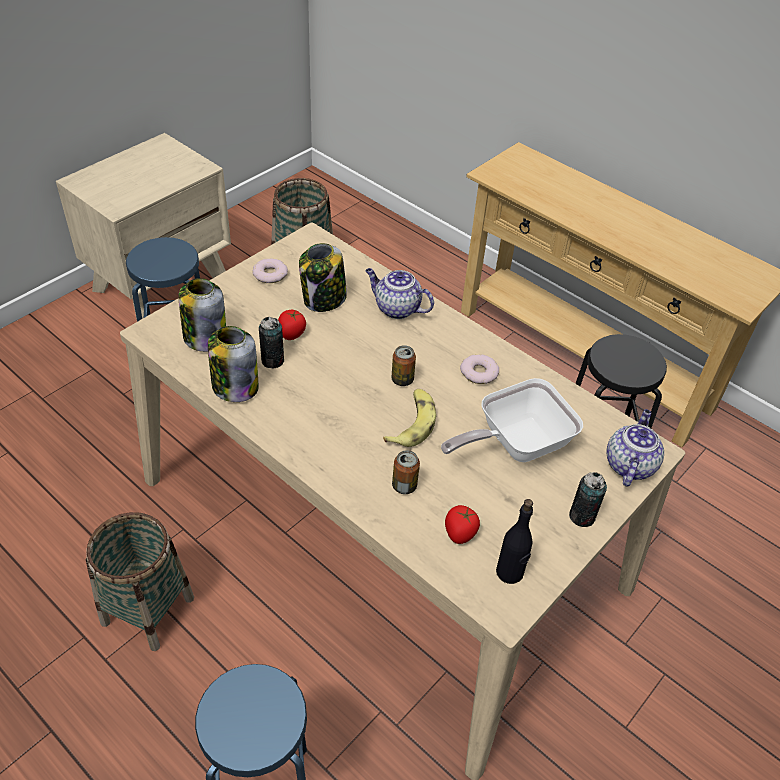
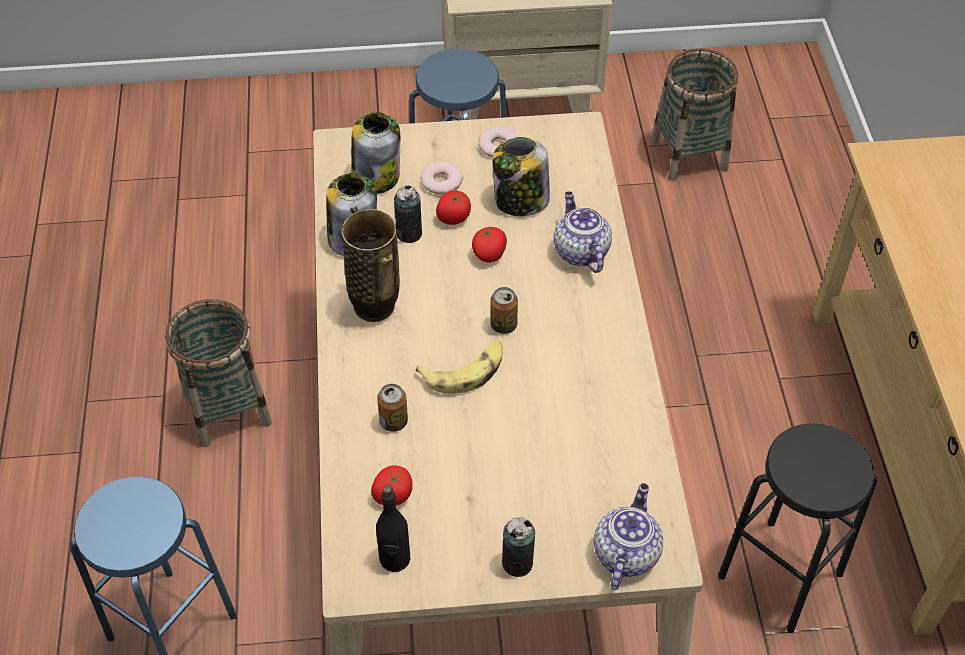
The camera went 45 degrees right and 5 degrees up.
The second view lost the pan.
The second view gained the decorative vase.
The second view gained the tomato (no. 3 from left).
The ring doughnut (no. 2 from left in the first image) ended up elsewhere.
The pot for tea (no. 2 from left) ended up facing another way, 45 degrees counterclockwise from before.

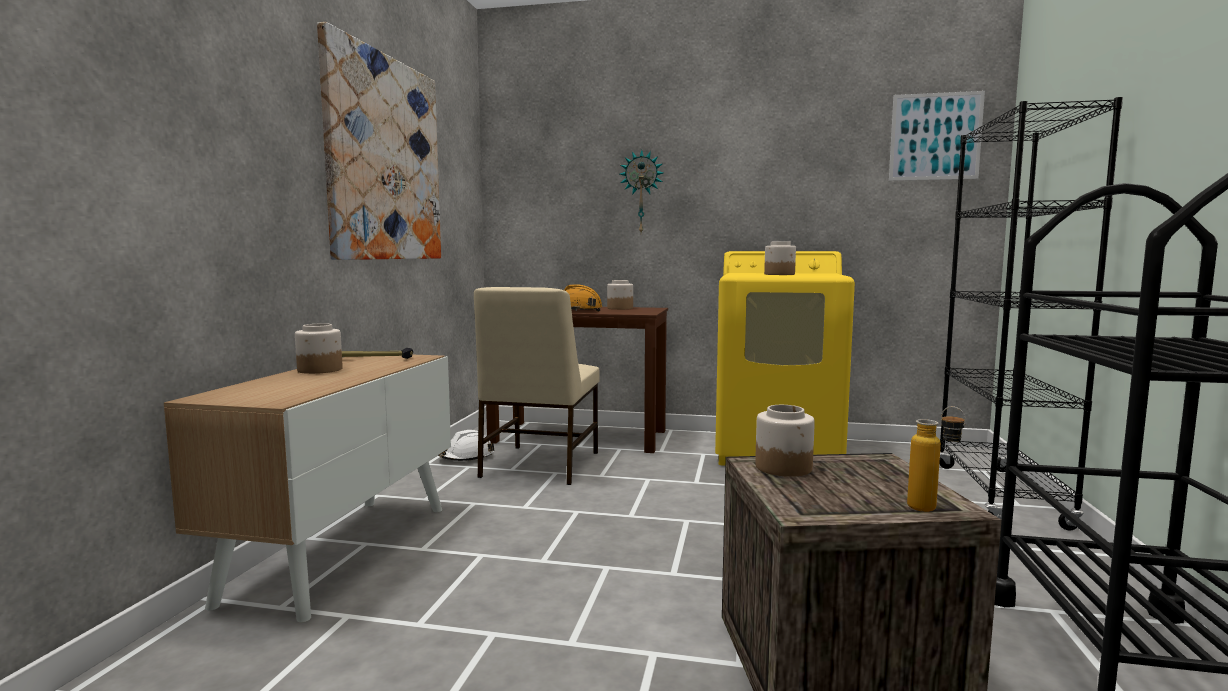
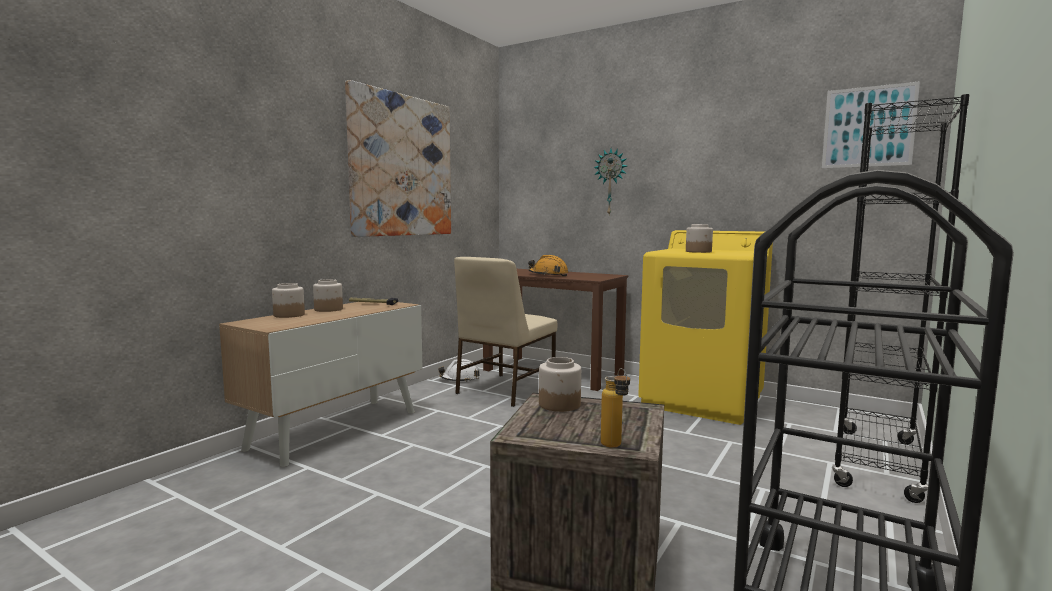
The camera went 20 degrees right and 0 degrees up.
The storage jar (no. 2 from left in the first image) ended up elsewhere.

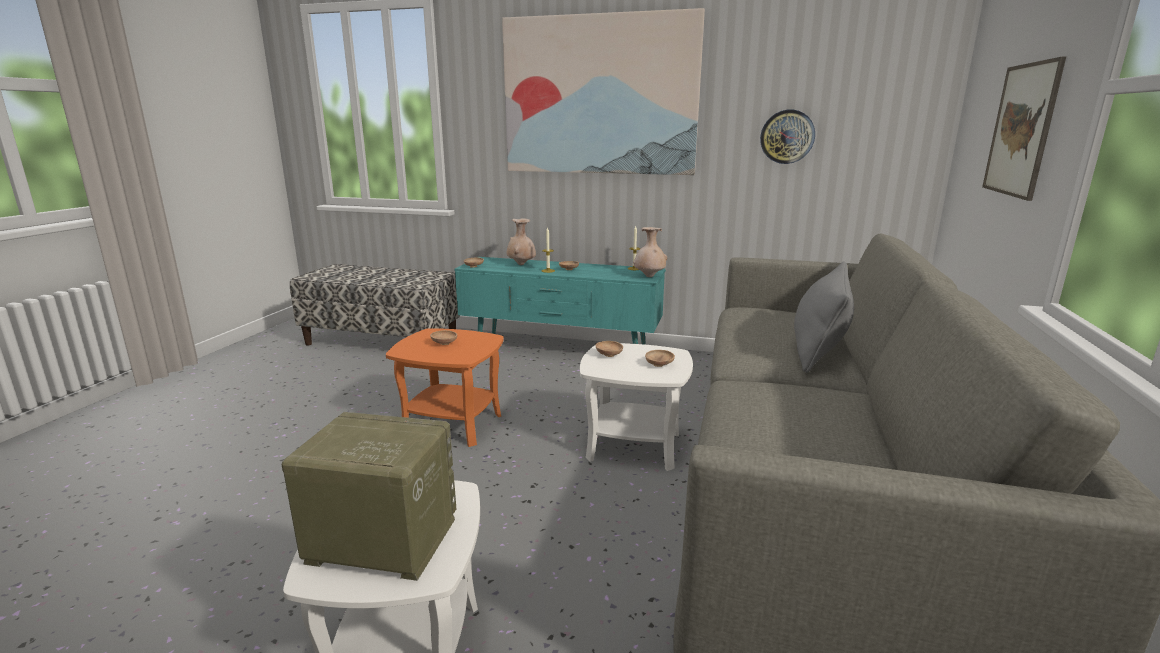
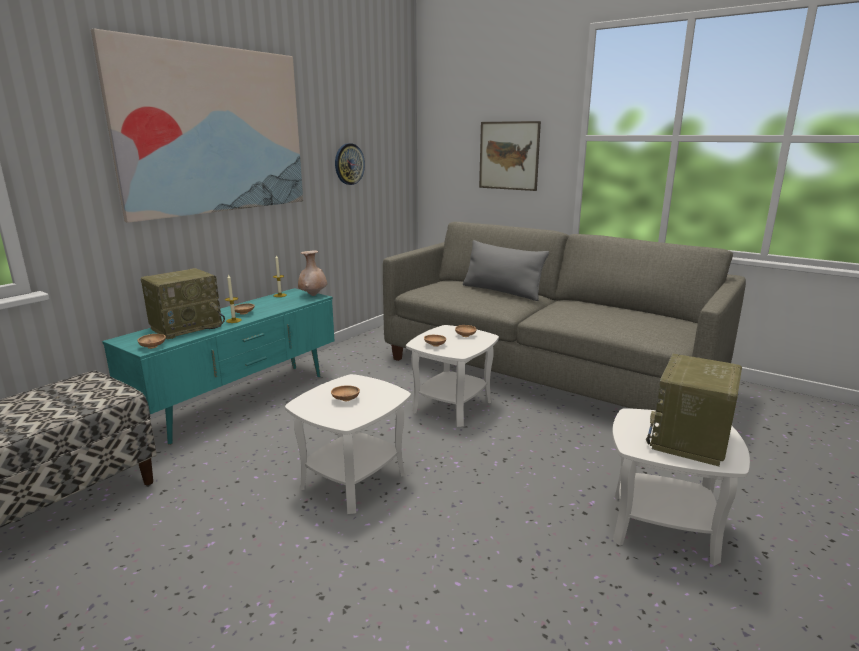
The camera went 70 degrees left and 0 degrees up.
Where the sand-coloured decorative vase (no. 1 from left) stood, the radio receiver (no. 1 from left) came to stand.
What was the orange-coloured end table turned into the whitish end table (no. 1 from left).

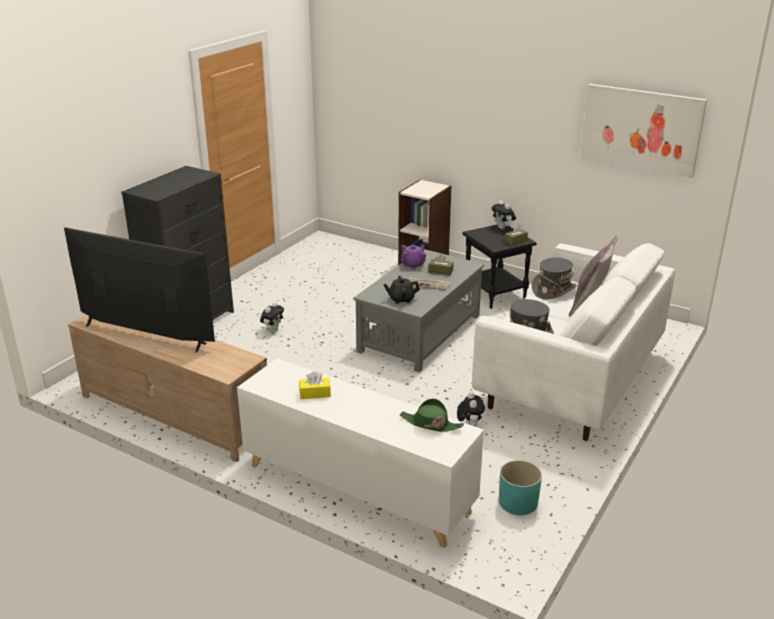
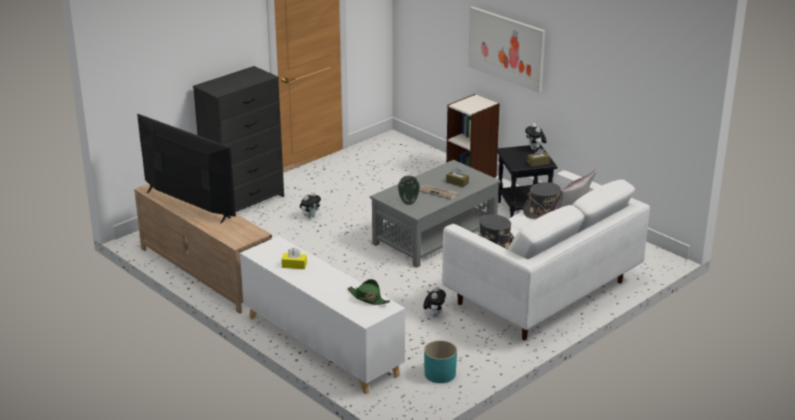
The camera went 15 degrees right and 0 degrees up.
The second view lost the purple-coloured pot for tea.
The wall picture ended up elsewhere.
Where the blackish pot for tea stood, the decorative vase came to stand.

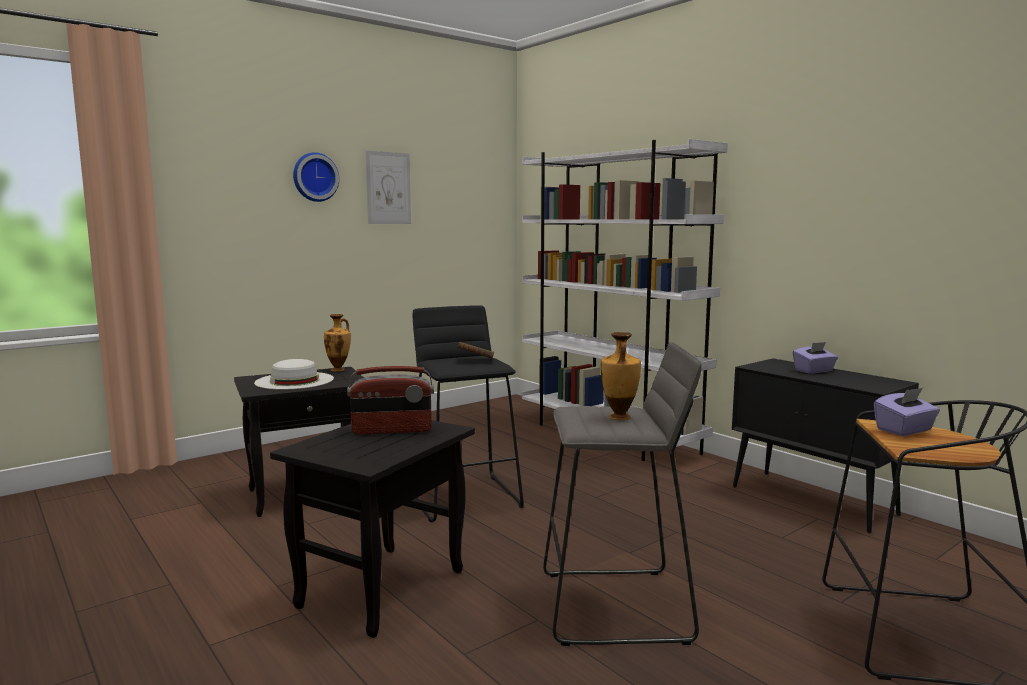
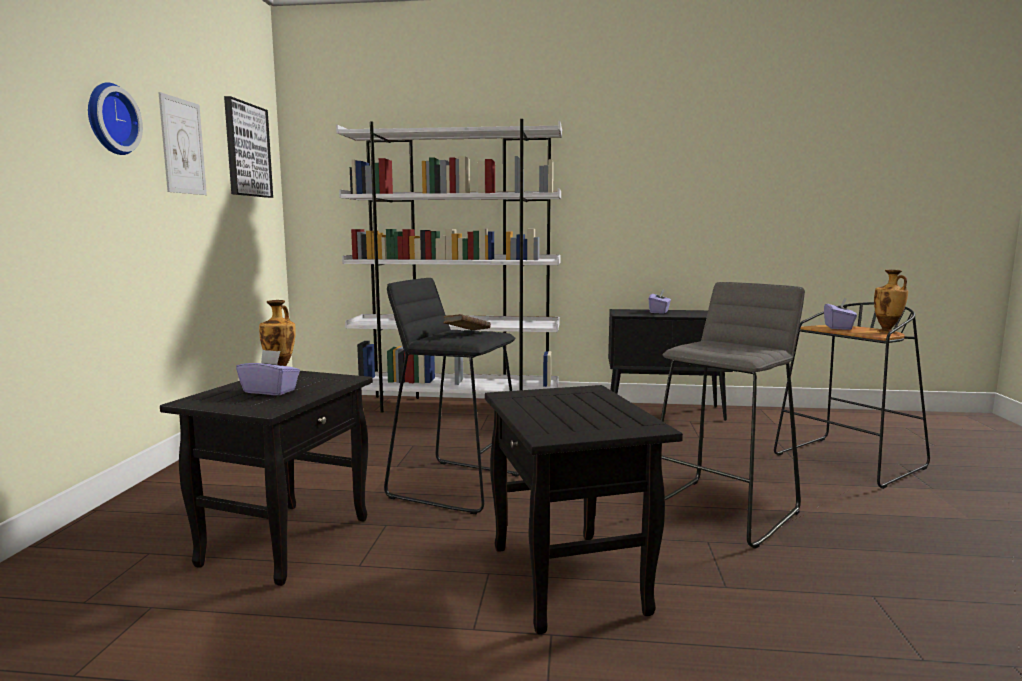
The camera went 45 degrees left and 0 degrees up.
The second view lost the radio receiver.
The second view gained the wall picture (no. 2 from left).
The decorative vase (no. 2 from left) ended up elsewhere.
Where the whitish hat stood, the purple-coloured tissue holder (no. 1 from left) came to stand.

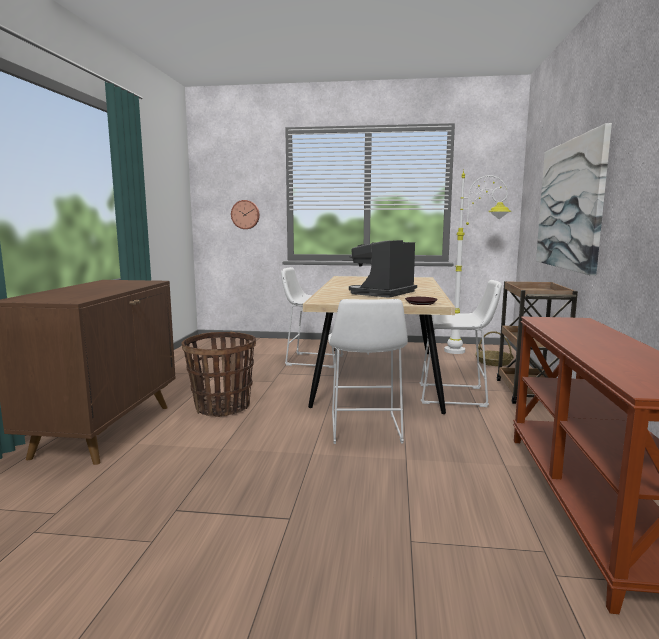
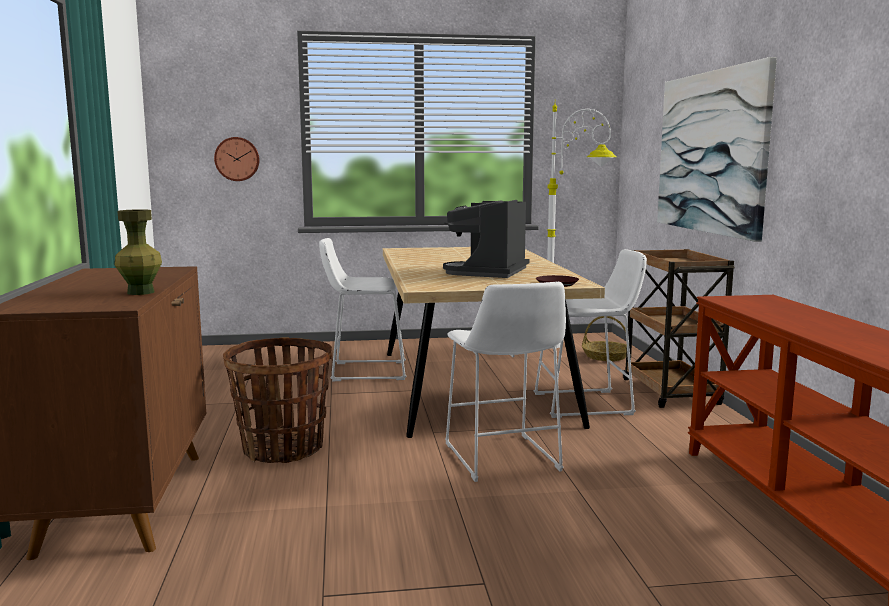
The camera went 15 degrees left and 0 degrees up.
The second view gained the greenish decorative vase.

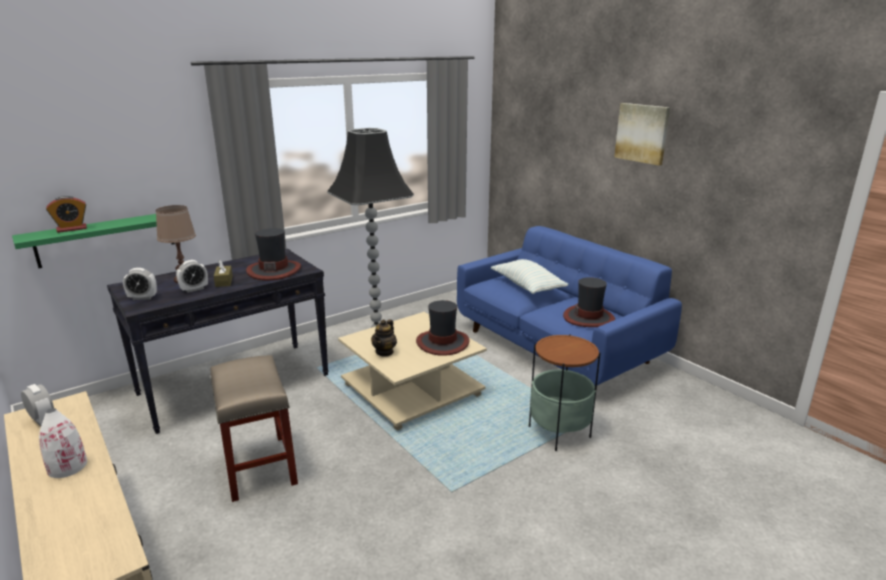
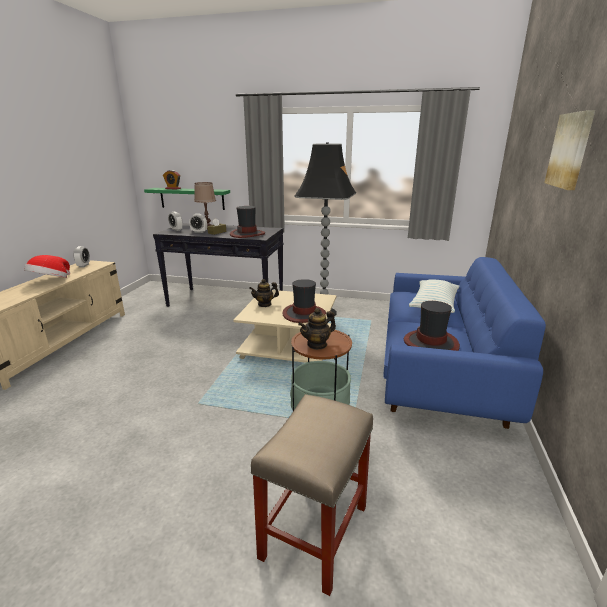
The camera went 50 degrees right and 0 degrees up.
The second view gained the pot for tea (no. 2 from left).
The sand-coloured stool ended up elsewhere.
Where the whitish decorative vase stood, the hat (no. 1 from left) came to stand.

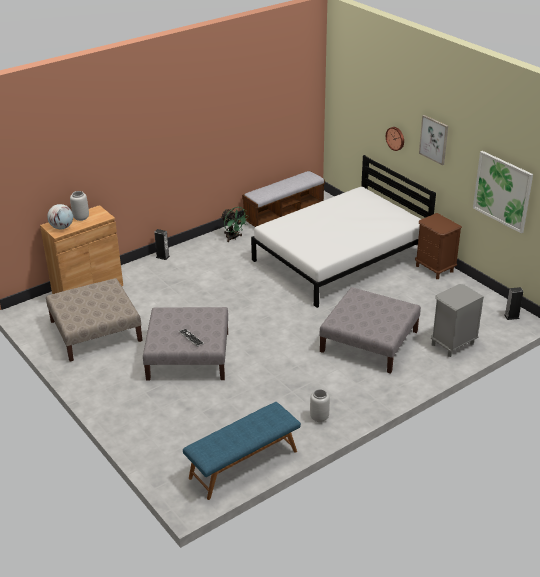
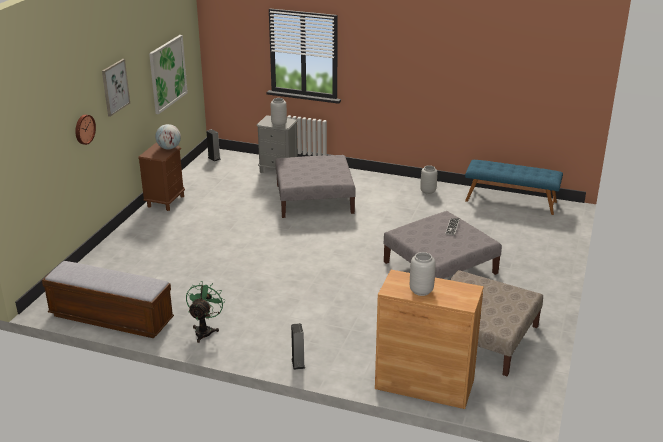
The camera went 125 degrees left and 5 degrees down.
The second view lost the whitish bed.
The second view gained the gray decorative vase (no. 1 from left).
The world globe ended up elsewhere.

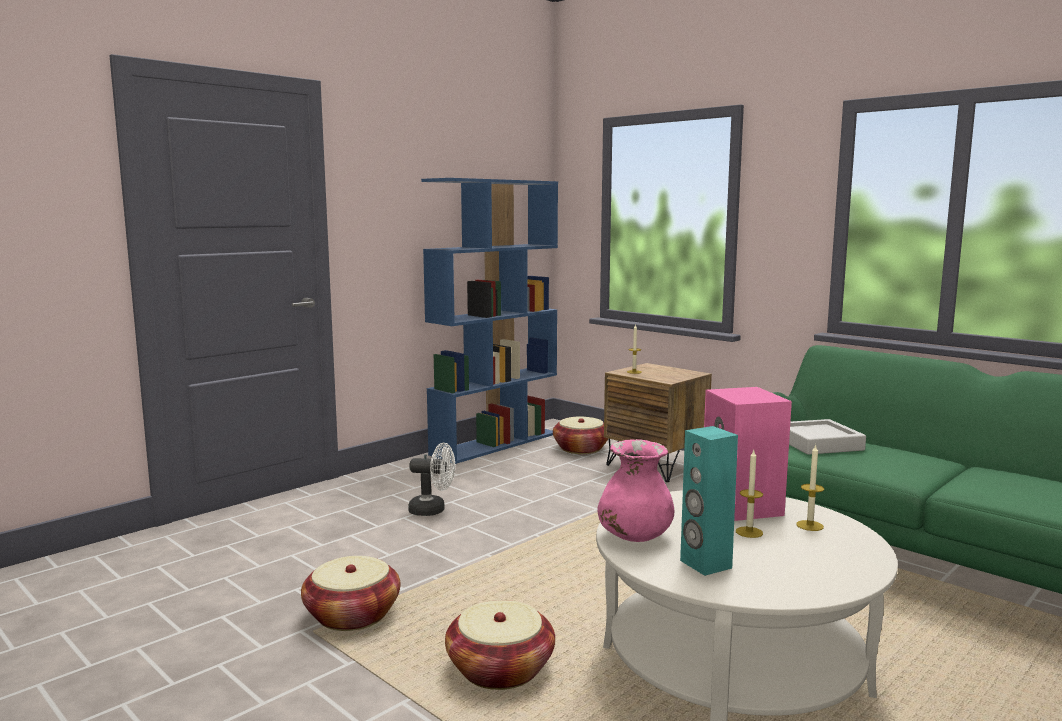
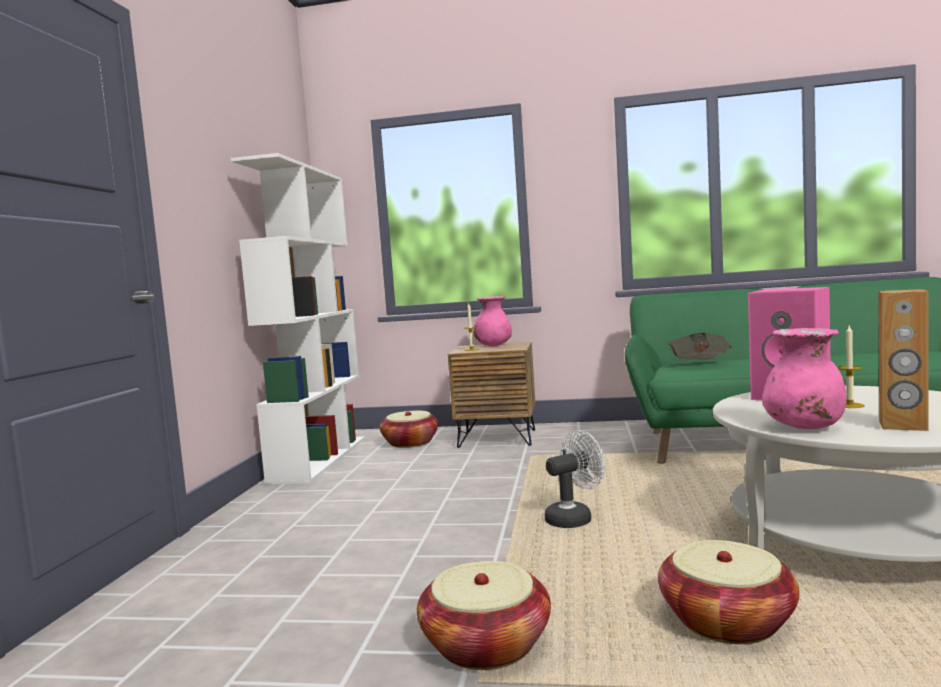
The camera went 35 degrees left and 5 degrees down.
The second view lost the wax light (no. 3 from left).
The second view gained the pink-coloured decorative vase (no. 1 from left).
The whitish cooling fan ended up elsewhere.
Where the gray carrying tray stood, the newspaper came to stand.
What was the bluish bookcase turned into the whitish bookcase.
What was the turquoise audio speaker turned into the brownish audio speaker.

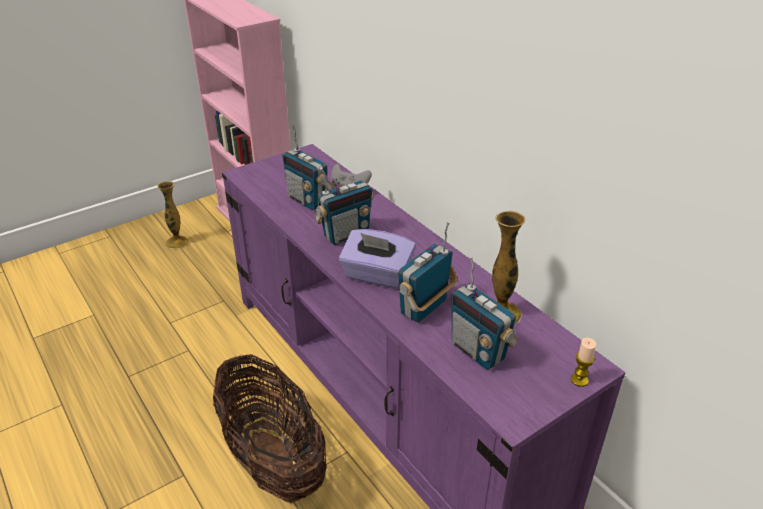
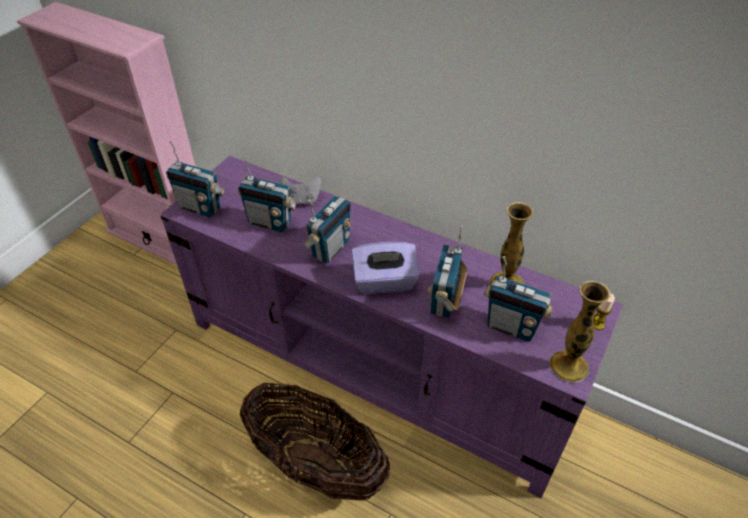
The camera went 25 degrees left and 10 degrees up.
The second view gained the radio receiver (no. 1 from left).
The decorative vase (no. 1 from left in the first image) ended up elsewhere.

